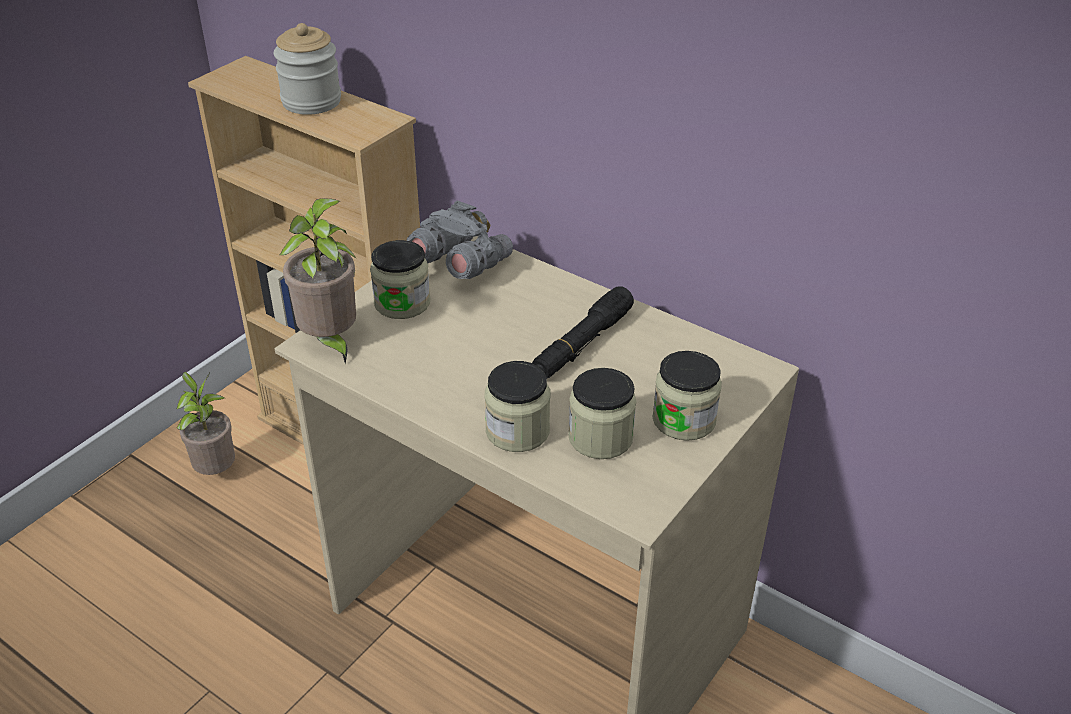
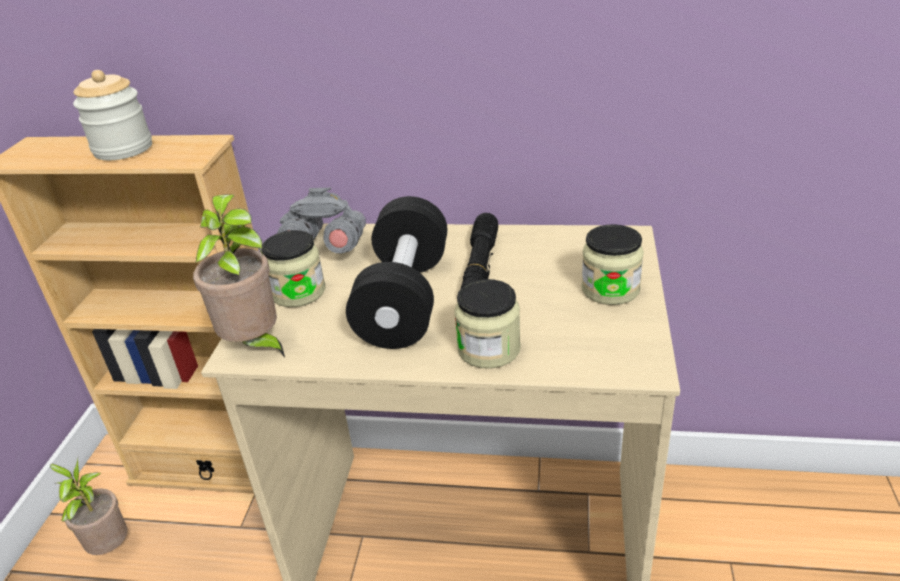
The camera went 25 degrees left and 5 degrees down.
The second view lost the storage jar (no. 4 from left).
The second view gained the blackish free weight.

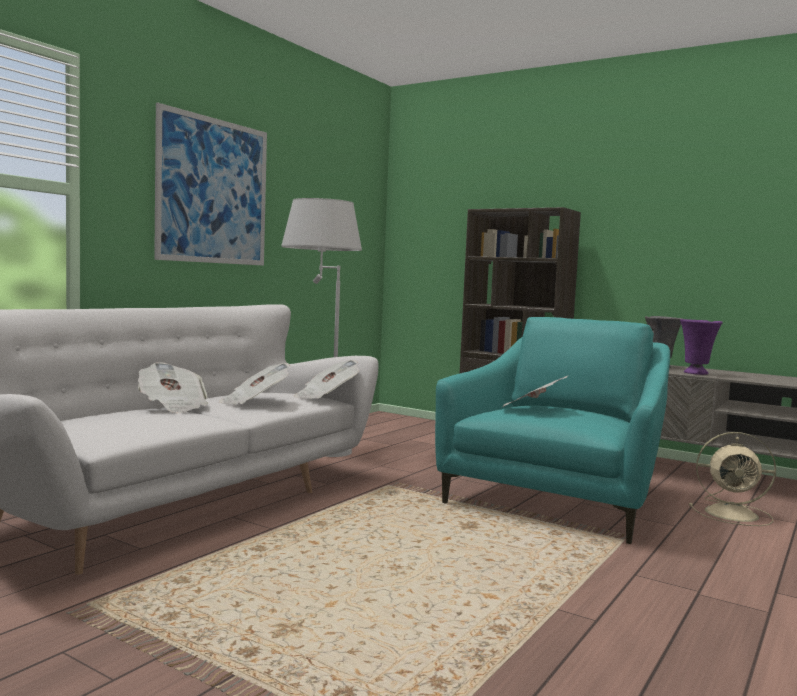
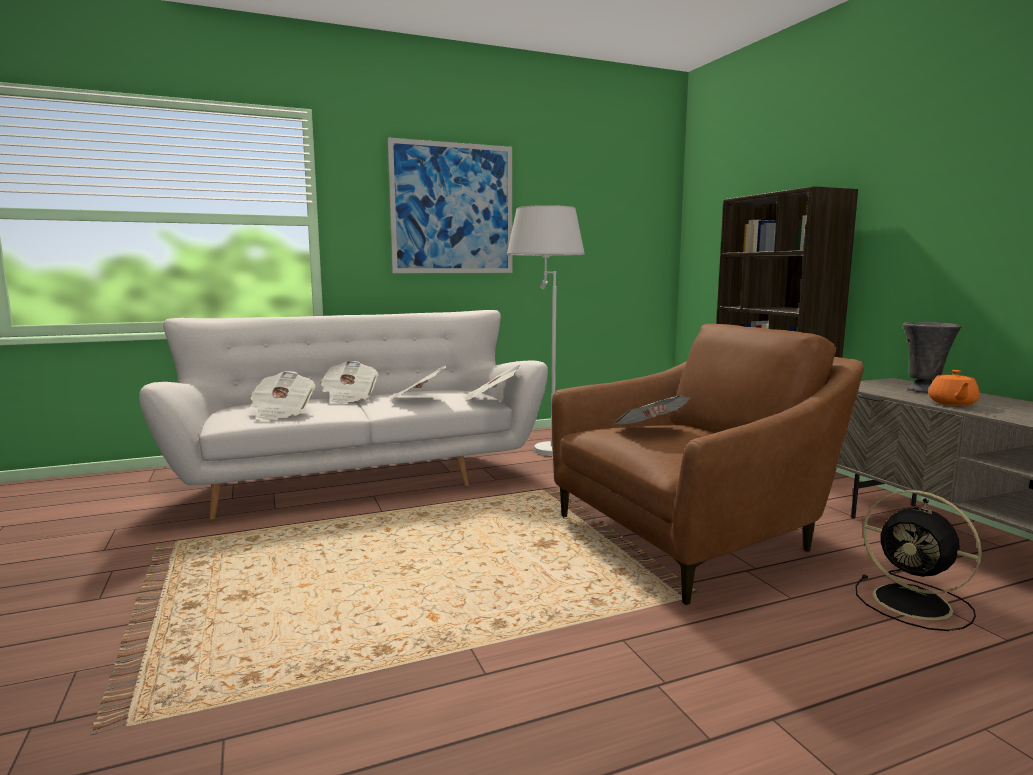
The camera went 35 degrees right and 5 degrees up.
The second view gained the newspaper (no. 1 from left).
Where the purple-coloured decorative vase stood, the orange-coloured pot for tea came to stand.
What was the turquoise lounge chair turned into the brownish lounge chair.
What was the sand-coloured cooling fan turned into the blackish cooling fan.

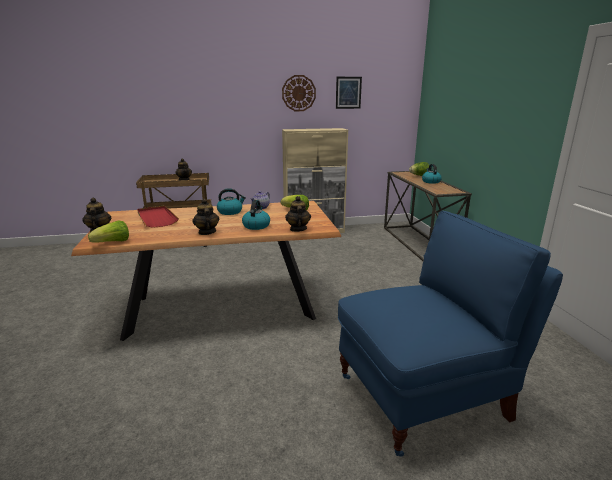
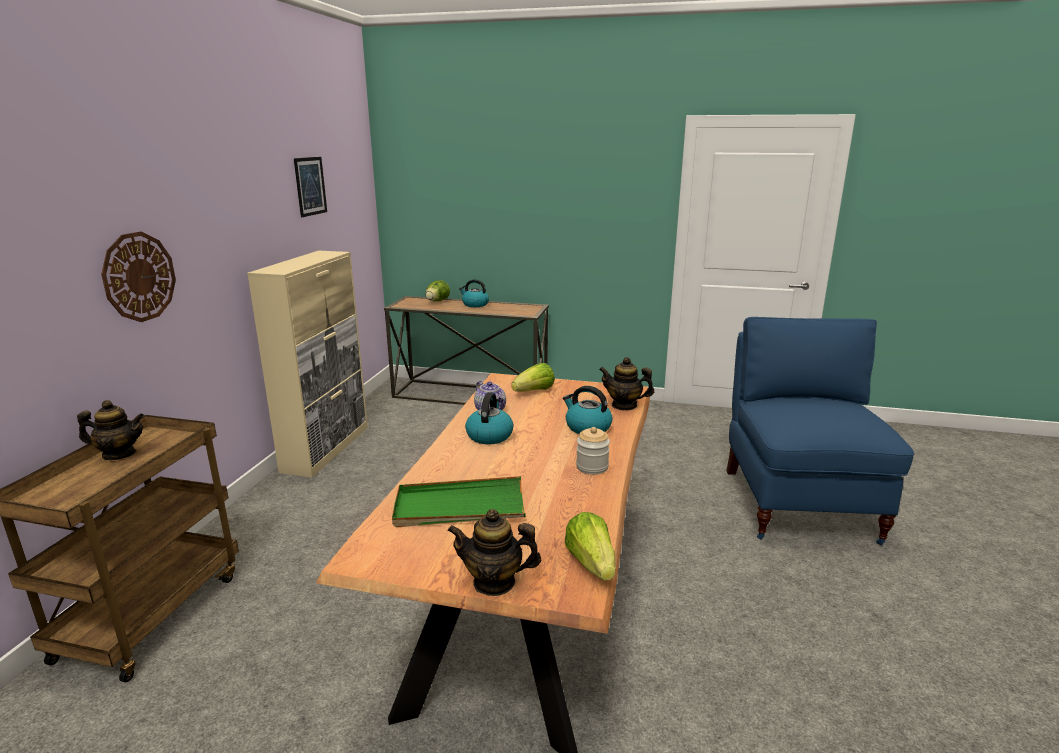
The camera went 65 degrees left and 0 degrees up.
The clock on the wall ended up elsewhere.
Where the pot for tea (no. 3 from left) stood, the storage jar came to stand.
What was the red carrying tray turned into the greenish carrying tray.

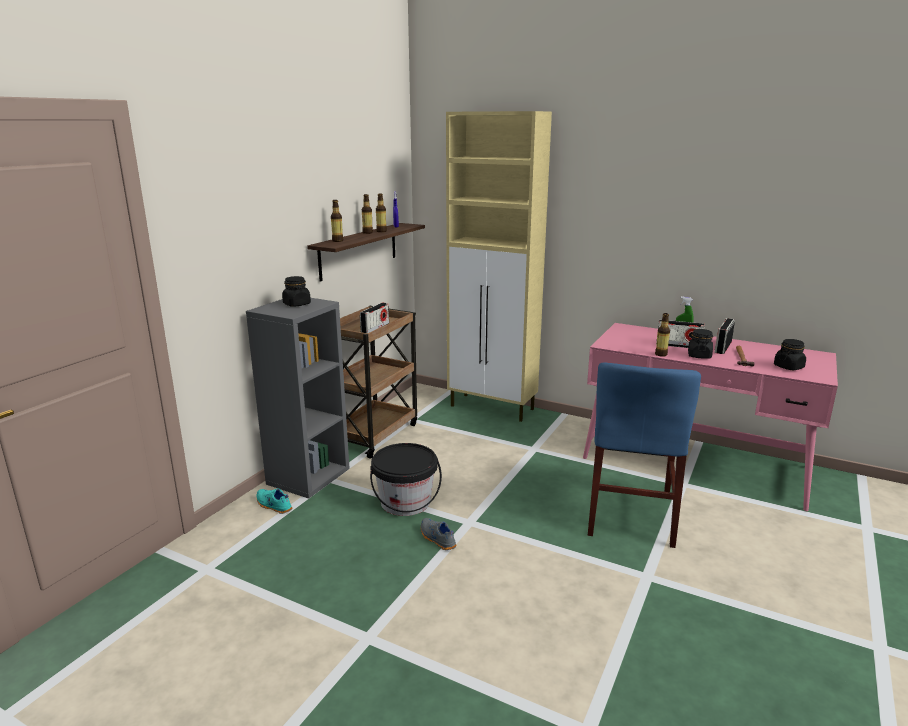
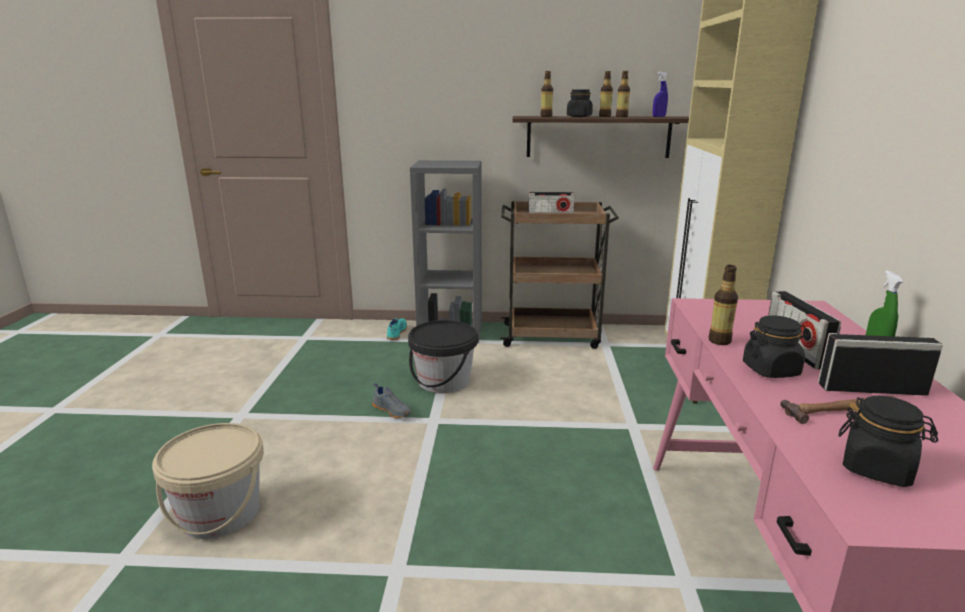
The camera went 65 degrees right and 0 degrees up.
The second view lost the bluish plain chair.
The second view gained the sand-coloured pail.
The blackish storage jar (no. 1 from left) ended up elsewhere.
The gray low shoe ended up facing another way, 105 degrees clockwise from before.

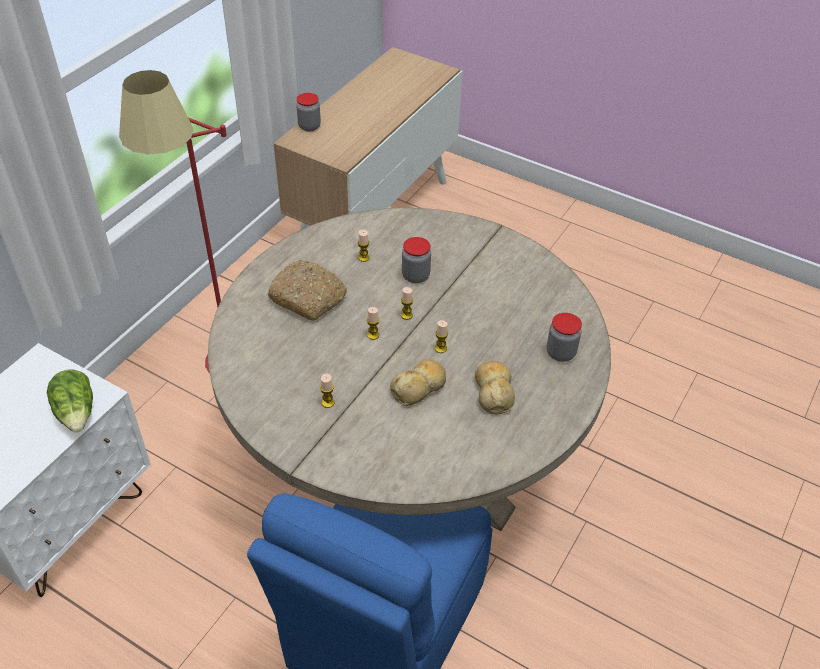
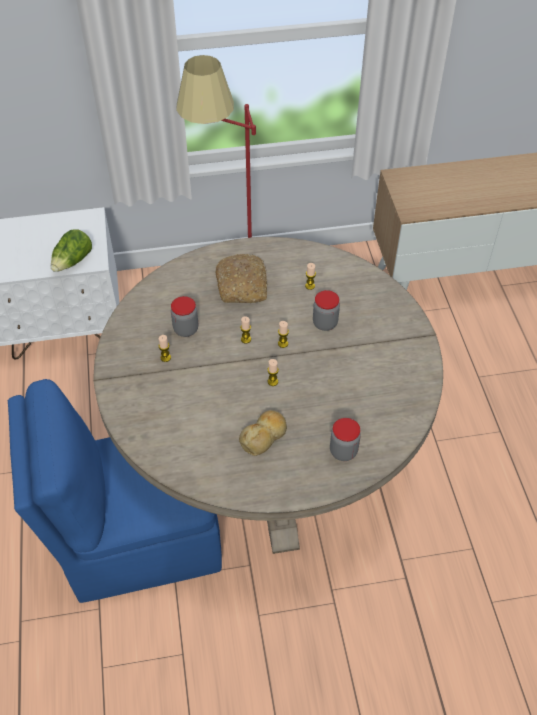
The camera went 50 degrees right and 5 degrees up.
The second view lost the bread (no. 2 from left).
The storage jar (no. 1 from left) ended up elsewhere.

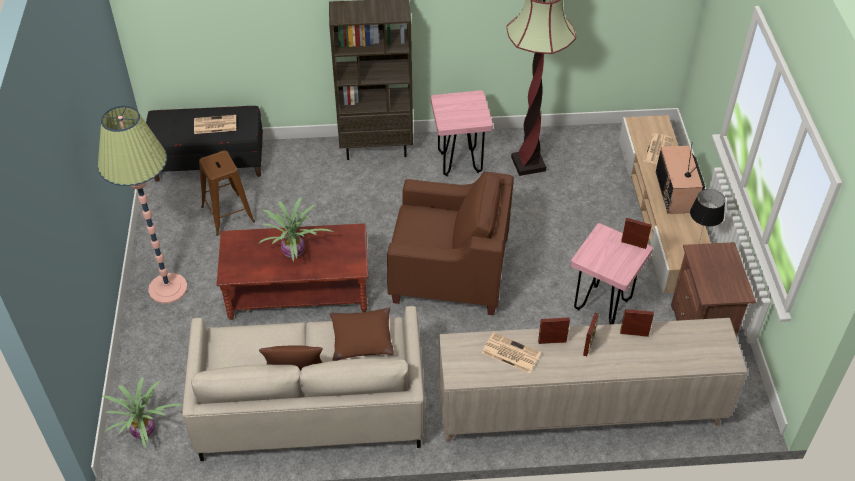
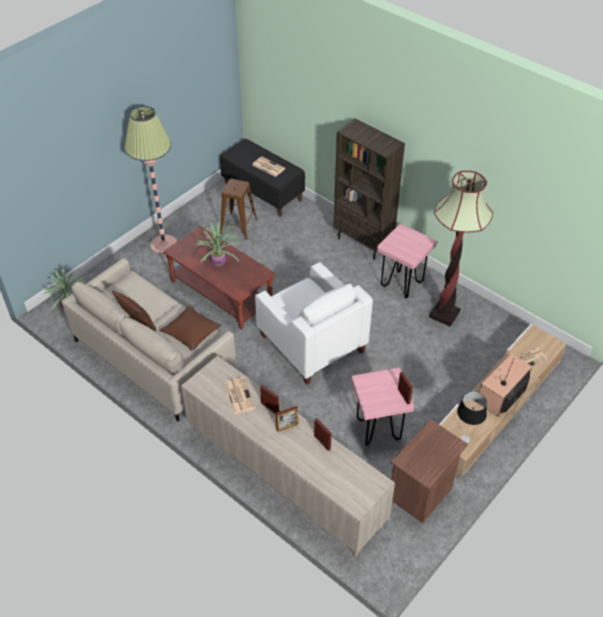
The camera went 45 degrees right and 0 degrees up.
What was the brownish lounge chair turned into the whitish lounge chair.

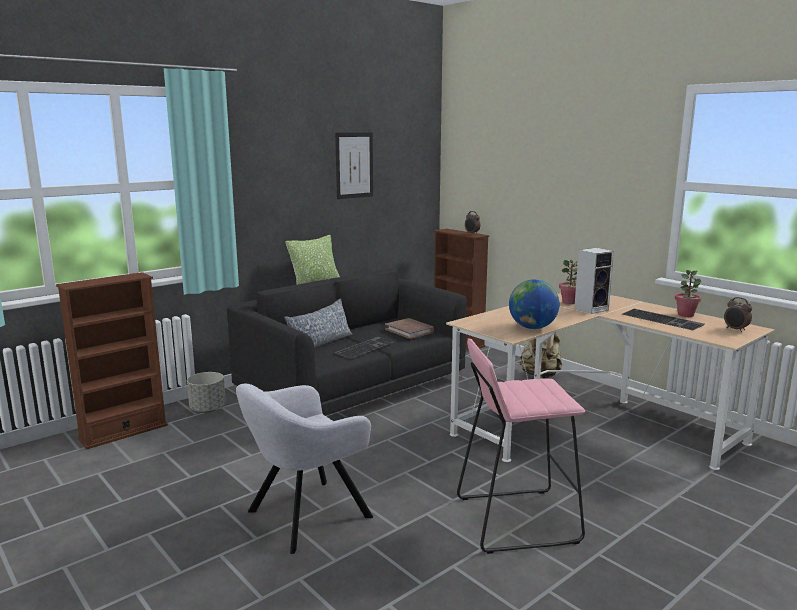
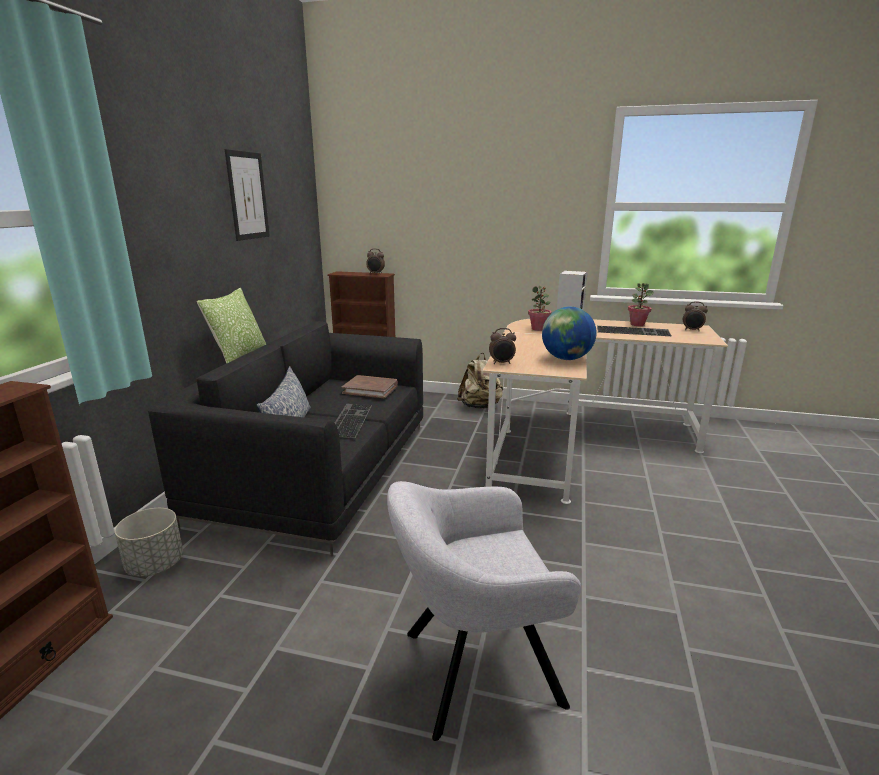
The camera went 35 degrees left and 5 degrees up.
The second view lost the pink-coloured stool.
The second view gained the bedside clock (no. 2 from left).
The gray lounge chair ended up facing another way, 60 degrees clockwise from before.

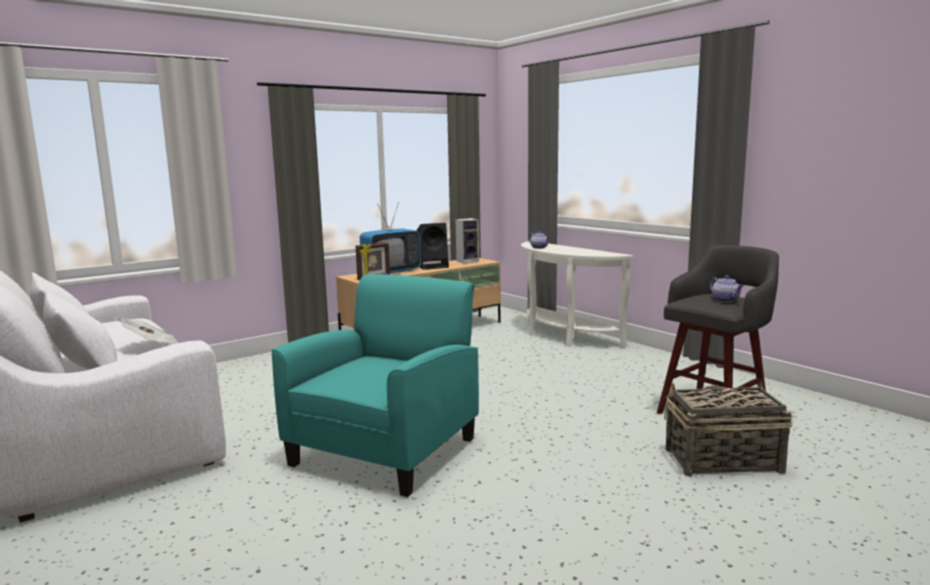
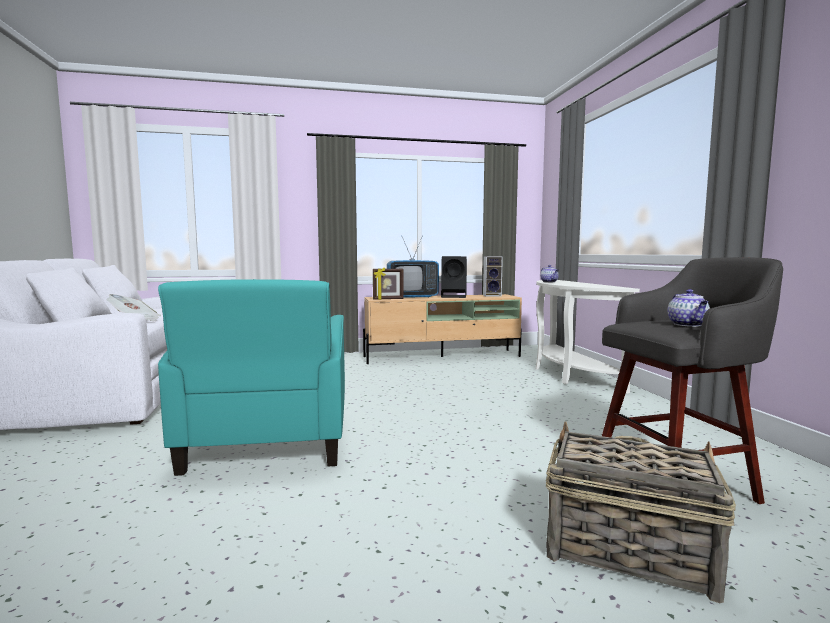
The camera went 25 degrees right and 5 degrees down.
The turquoise lounge chair ended up facing another way, 120 degrees clockwise from before.

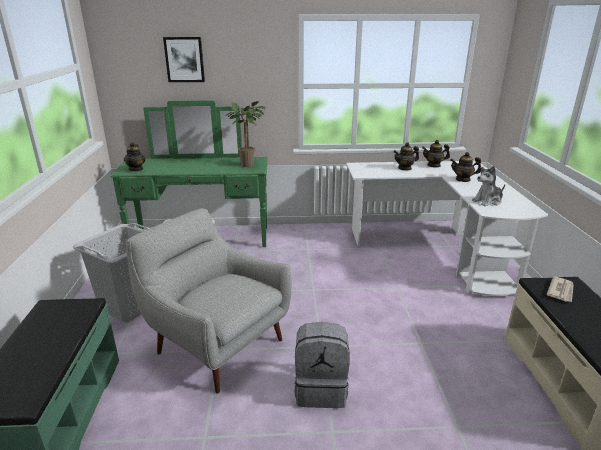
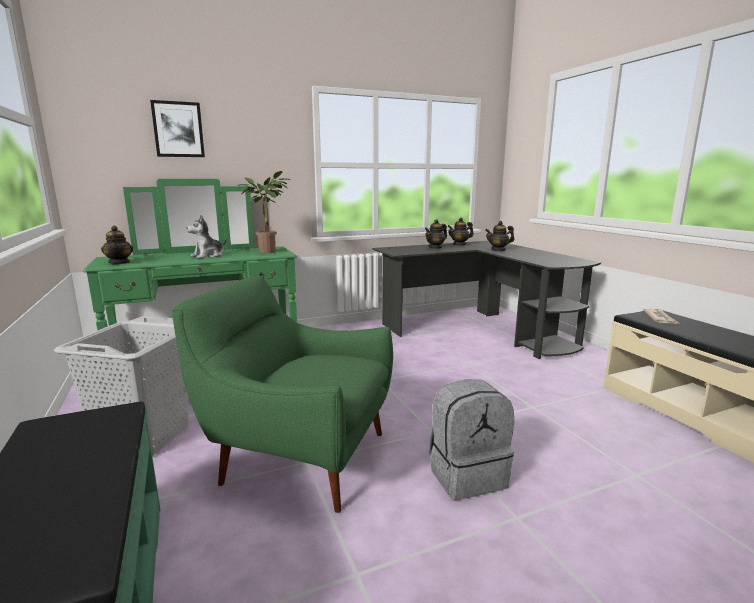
The camera went 20 degrees left and 10 degrees down.
The cuddly toy ended up elsewhere.
What was the gray lounge chair turned into the greenish lounge chair.
What was the whitish desk turned into the blackish desk.

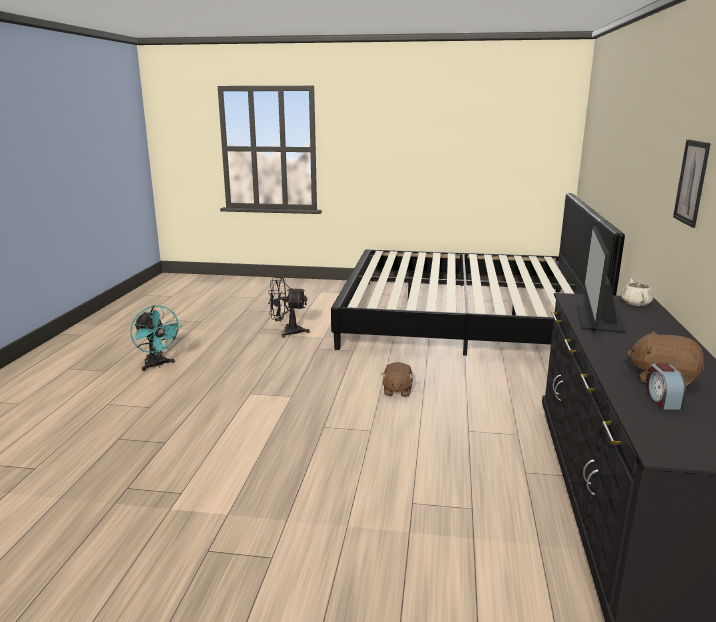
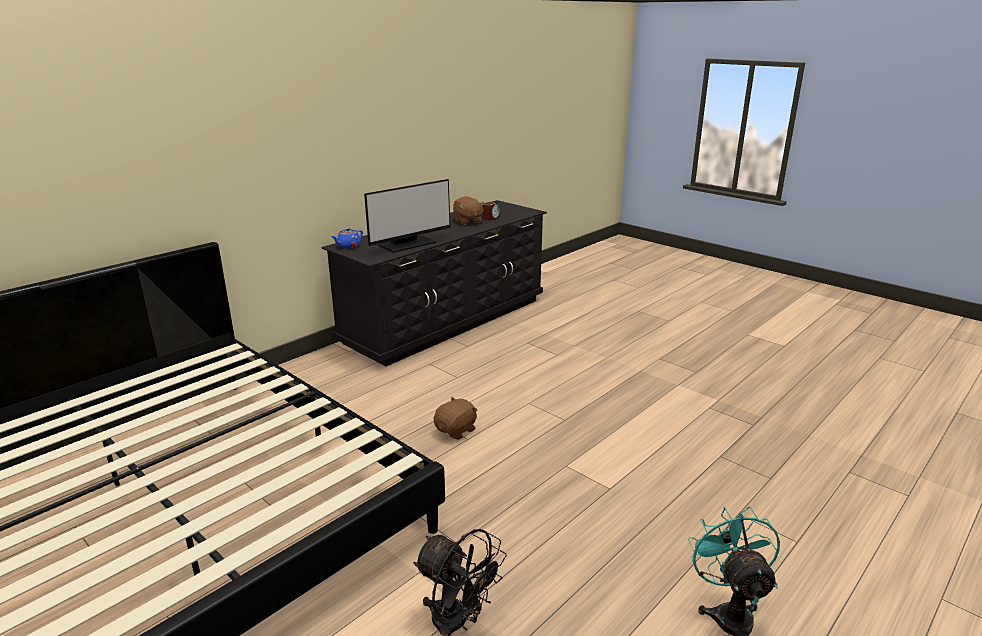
The camera went 145 degrees left and 5 degrees up.
The second view lost the wall picture.
What was the sand-coloured pot for tea turned into the bluish pot for tea.

